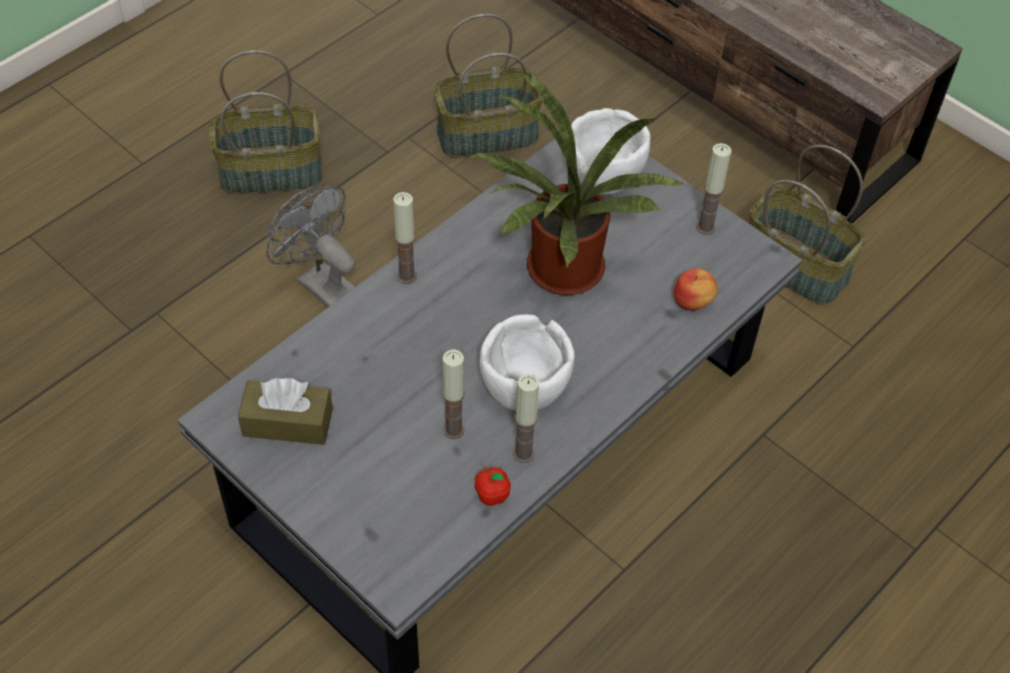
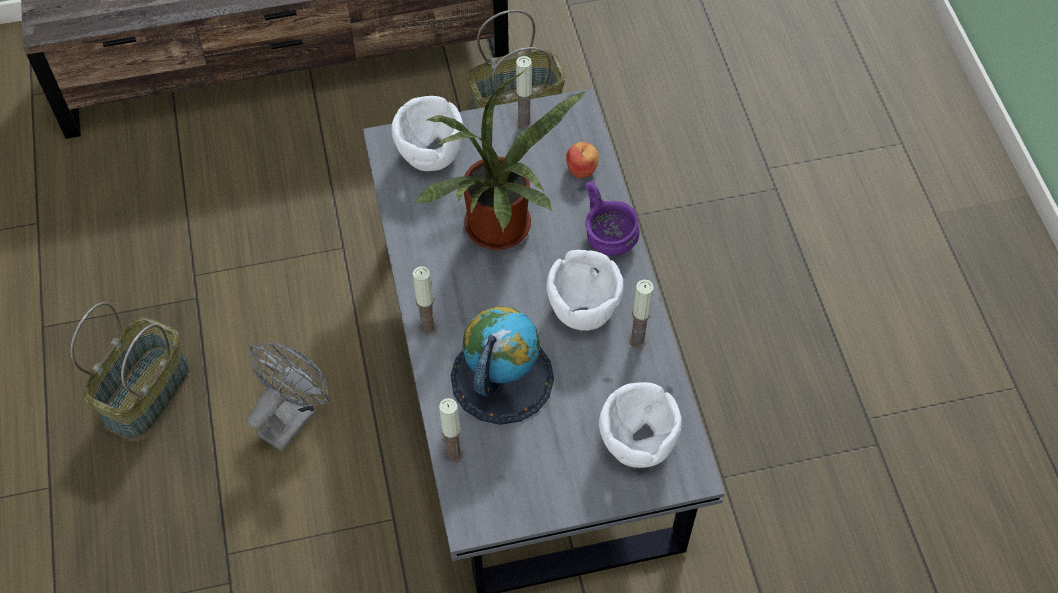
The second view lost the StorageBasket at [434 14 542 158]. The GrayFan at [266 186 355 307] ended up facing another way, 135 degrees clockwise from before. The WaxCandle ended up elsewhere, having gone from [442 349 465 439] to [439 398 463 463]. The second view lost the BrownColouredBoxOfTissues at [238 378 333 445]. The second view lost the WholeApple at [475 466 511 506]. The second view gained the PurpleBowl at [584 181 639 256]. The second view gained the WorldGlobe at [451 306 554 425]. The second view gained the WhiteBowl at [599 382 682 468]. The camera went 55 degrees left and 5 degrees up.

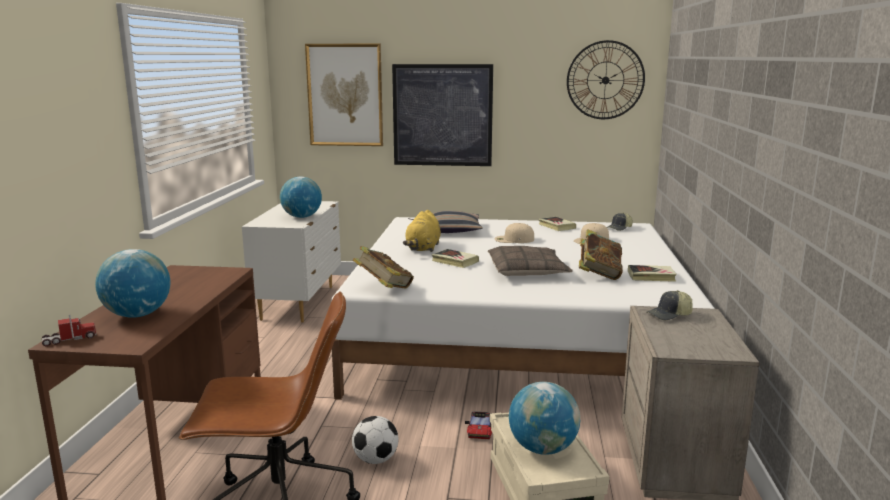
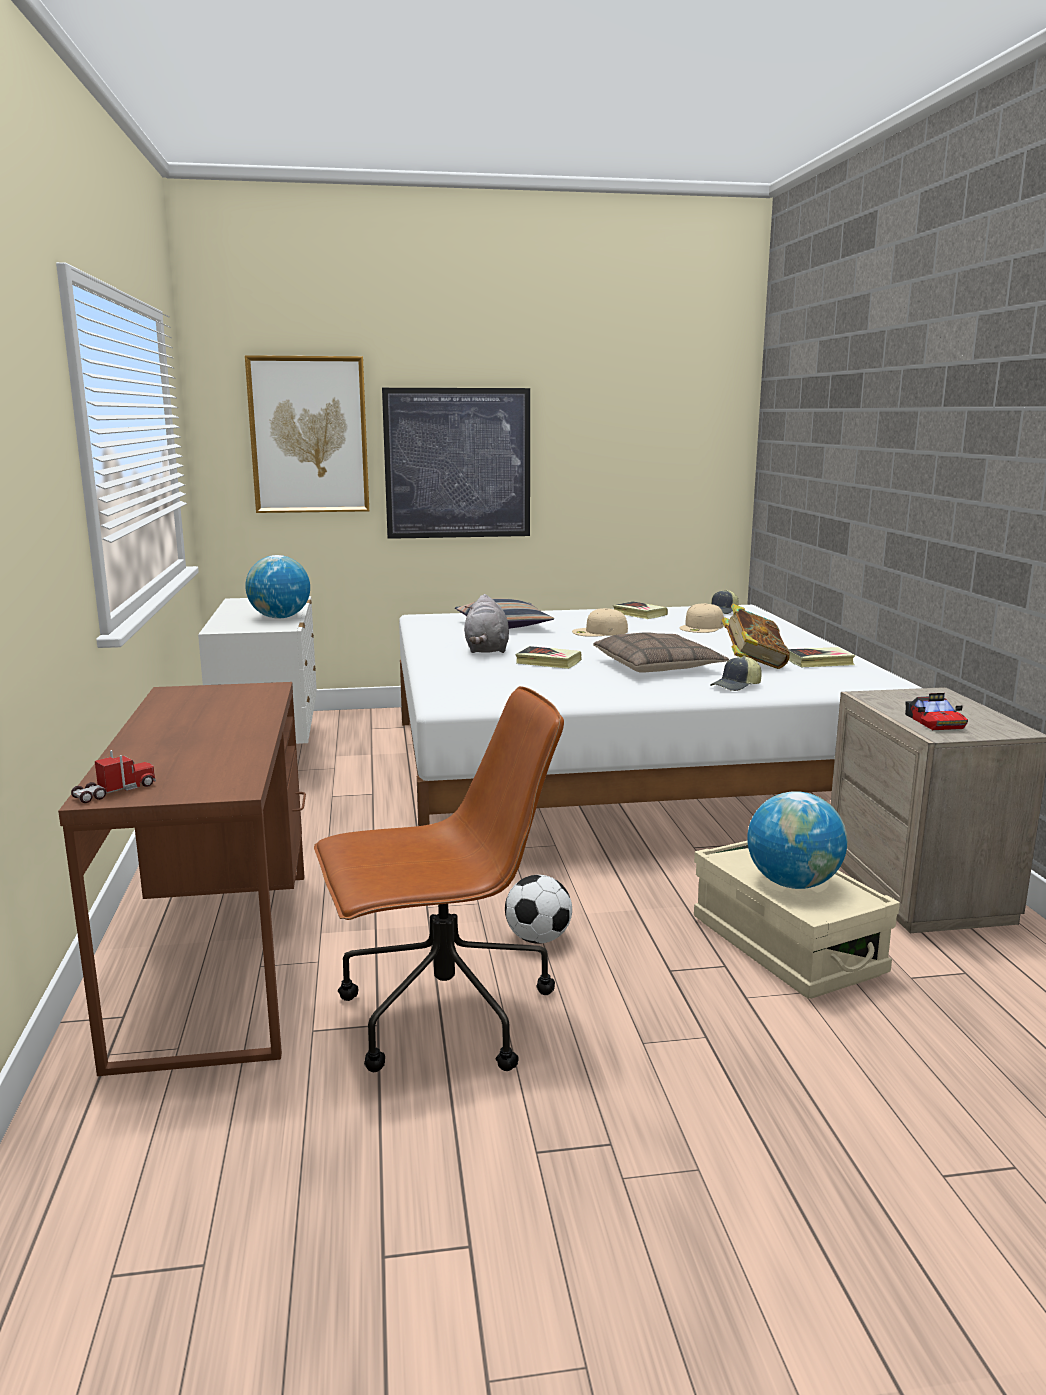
The second view lost the HangingClock at [567 40 645 119]. What was the YellowishPlushToy at [403 210 441 252] turned into the GrayPlushToy at [464 594 509 653]. The second view lost the Book at [353 246 414 289]. The second view lost the WorldGlobe at [95 249 171 318]. The PeakedCap ended up elsewhere, having gone from [646 290 693 320] to [710 656 762 691]. The MiniatureCar ended up elsewhere, having gone from [465 411 492 439] to [905 693 968 730]. The camera went 15 degrees left and 0 degrees up.

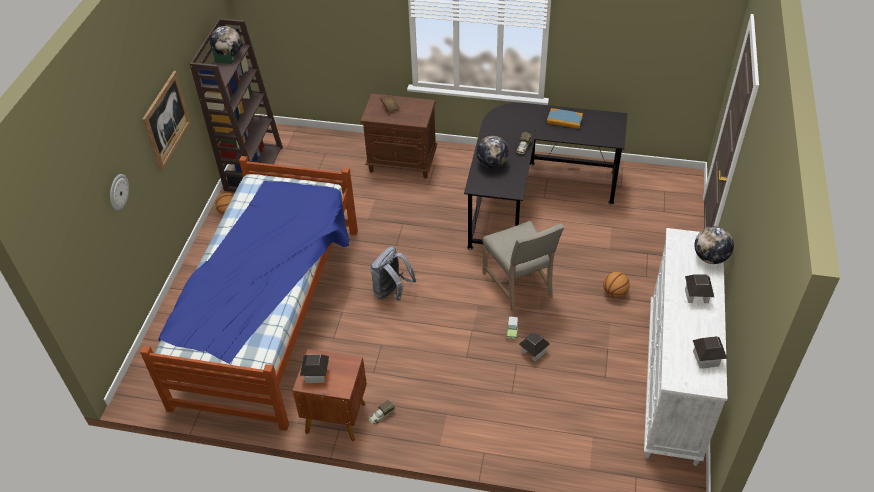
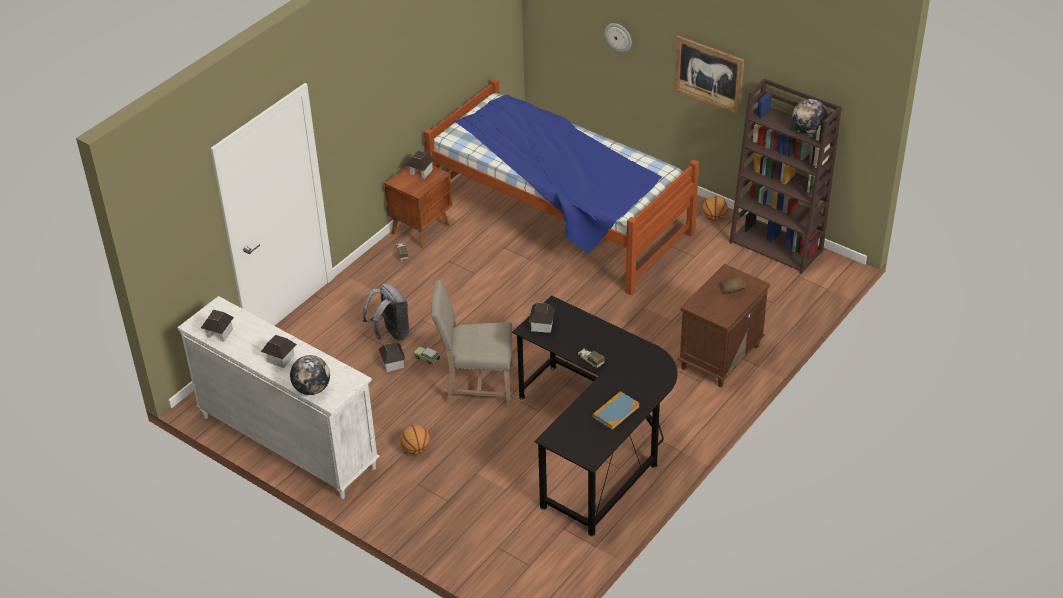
The second view lost the WorldGlobe at [476 136 509 168]. The GrayRucksack ended up elsewhere, having gone from [370 247 416 301] to [363 284 409 341]. The second view gained the MiniatureHouse at [528 302 555 333]. The camera went 115 degrees right and 5 degrees down.

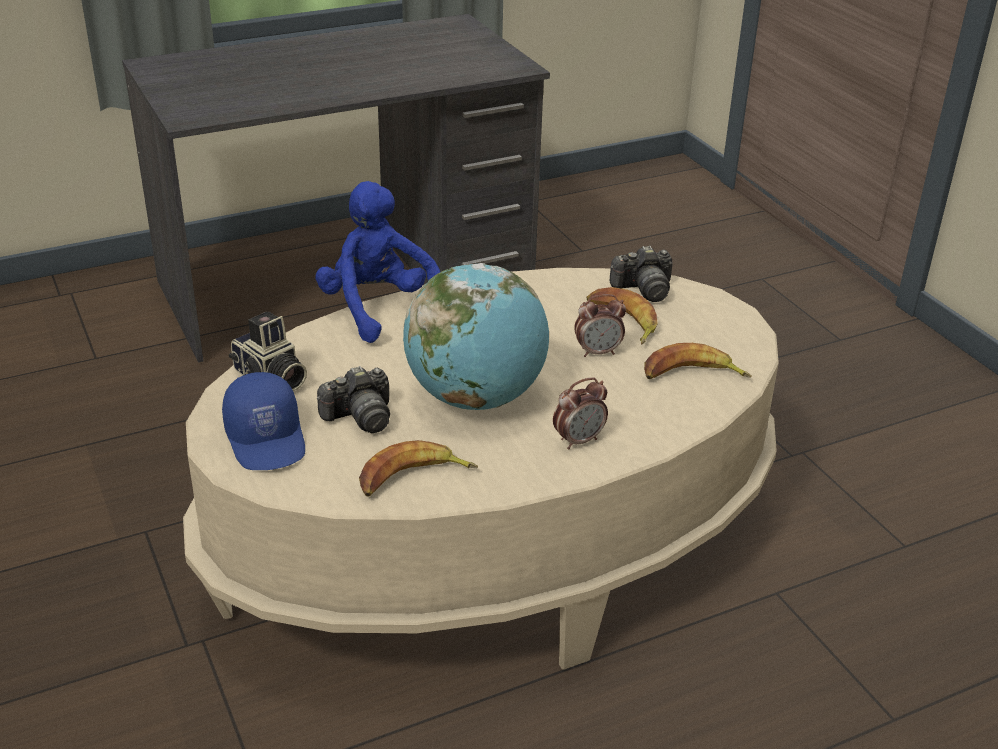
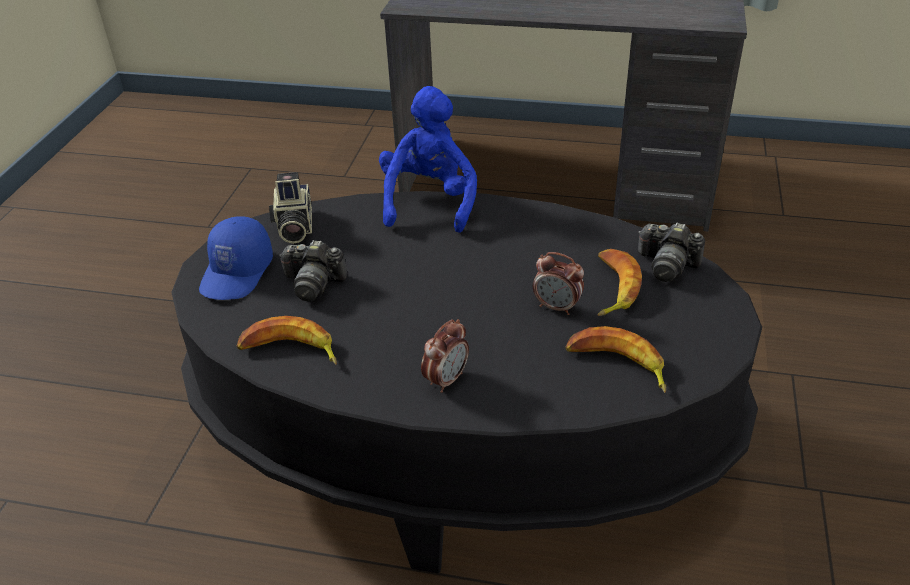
The second view lost the WorldGlobe at [403 263 549 410]. What was the BeigeColouredCoffeeTable at [183 268 779 670] turned into the BlackColouredCoffeeTable at [171 191 762 573]. The AlarmClock at [553 377 608 450] ended up facing another way, 60 degrees counterclockwise from before. The camera went 40 degrees right and 5 degrees up.

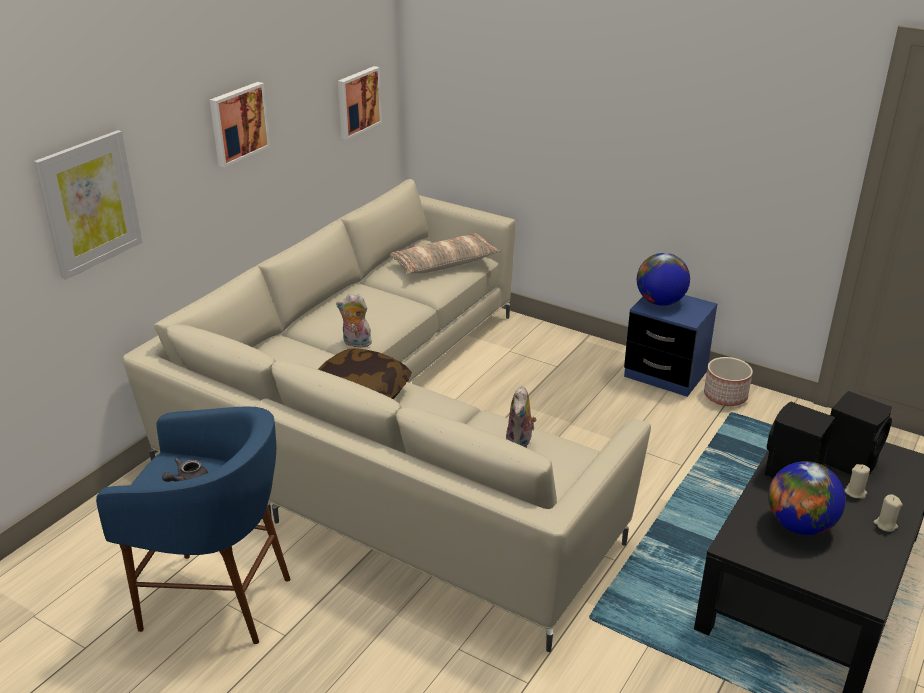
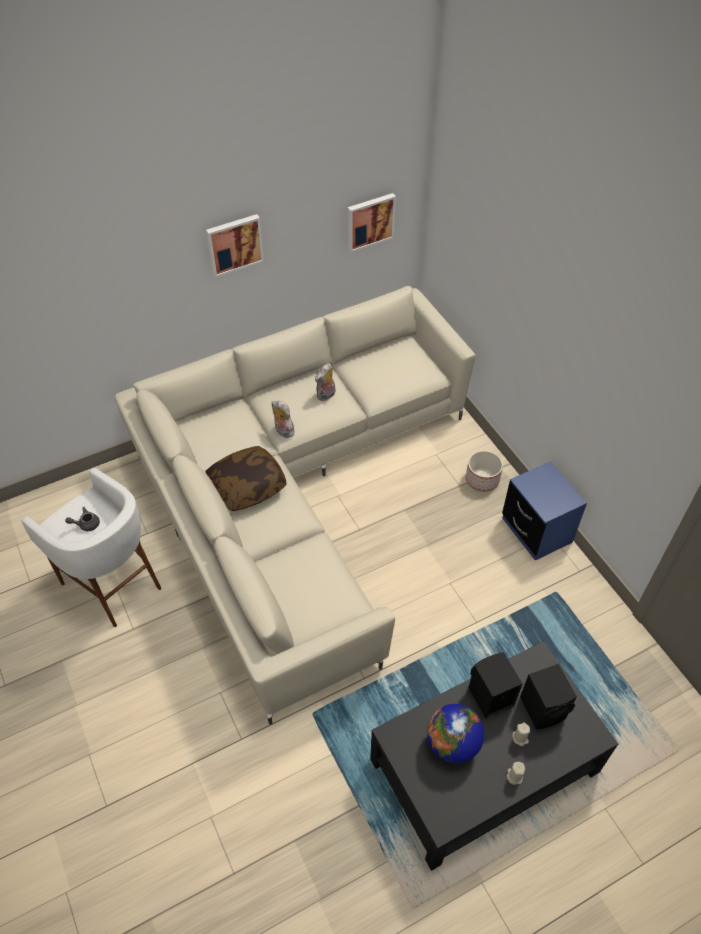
The second view lost the Picture at [34 130 142 280]. The second view lost the ThrowPillow at [390 233 500 274]. The second view lost the WorldGlobe at [637 253 690 306]. The Planter ended up elsewhere, having gone from [704 357 753 406] to [466 450 503 492]. The PlushToy ended up elsewhere, having gone from [506 386 537 448] to [315 363 336 401]. What was the BlueStoolSeat at [96 407 291 644] turned into the WhiteStoolSeat at [21 468 161 627]. The camera went 30 degrees right and 20 degrees up.

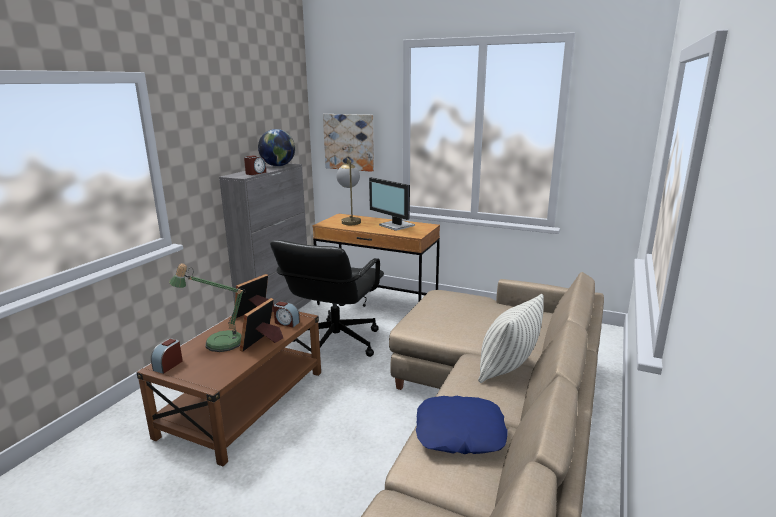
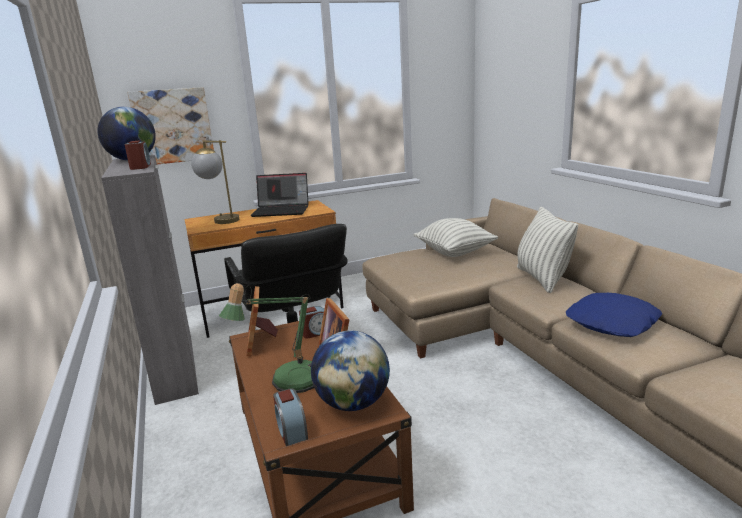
Where the ComputerDisplay stood at [369 177 415 231], the Laptop came to stand at [250 173 309 217]. The second view gained the ThrowPillow at [414 218 498 257]. The second view gained the WorldGlobe at [311 330 390 411]. The camera went 45 degrees left and 0 degrees up.

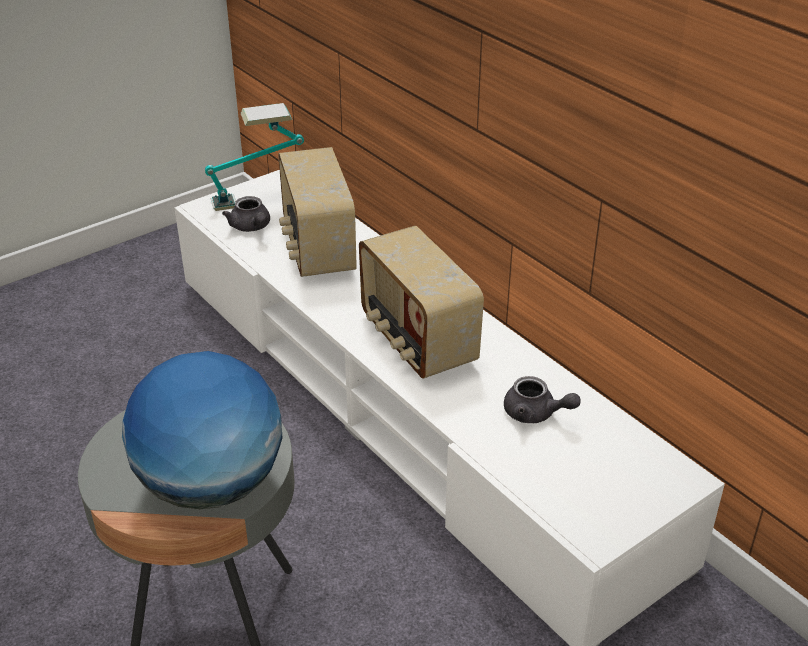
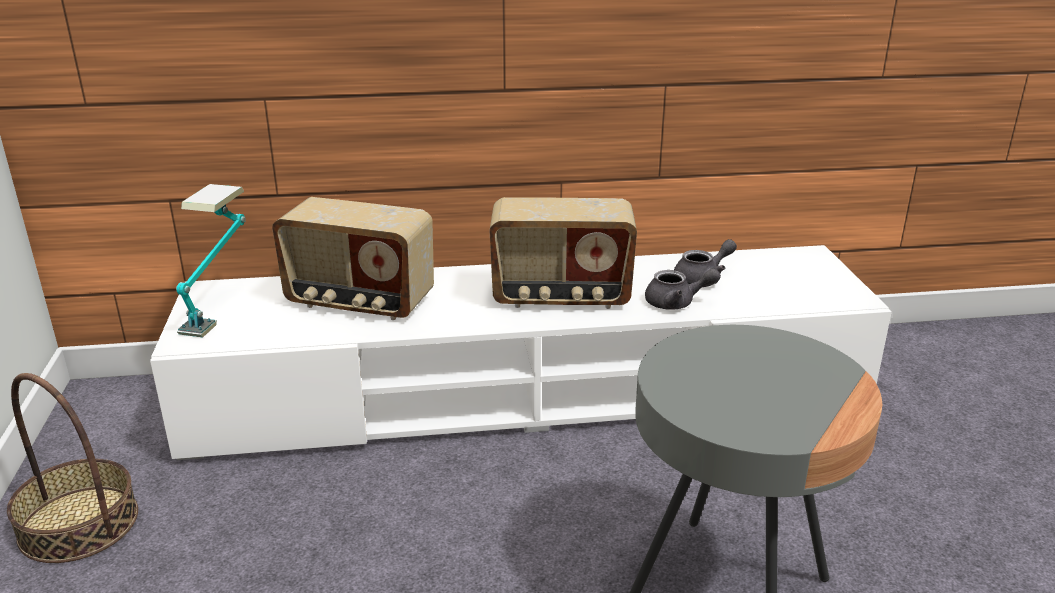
The GrayTeapot ended up elsewhere, having gone from [222 196 270 232] to [645 268 721 310]. The second view lost the WorldGlobe at [122 351 282 509]. The second view gained the StorageBasket at [7 373 138 563]. The camera went 60 degrees left and 10 degrees down.

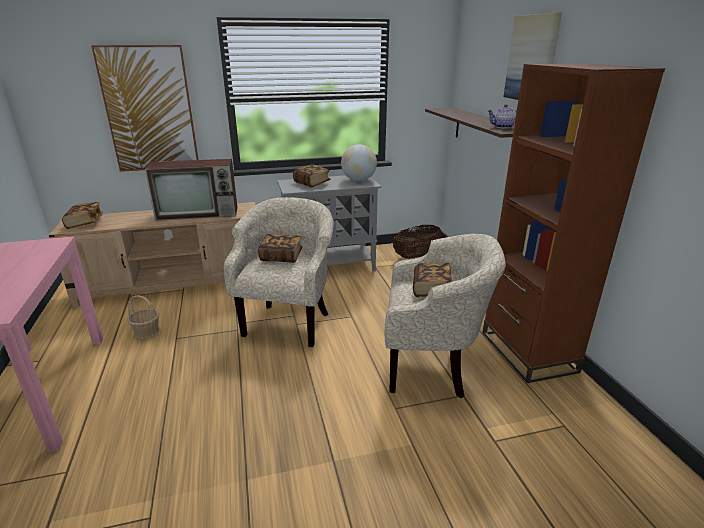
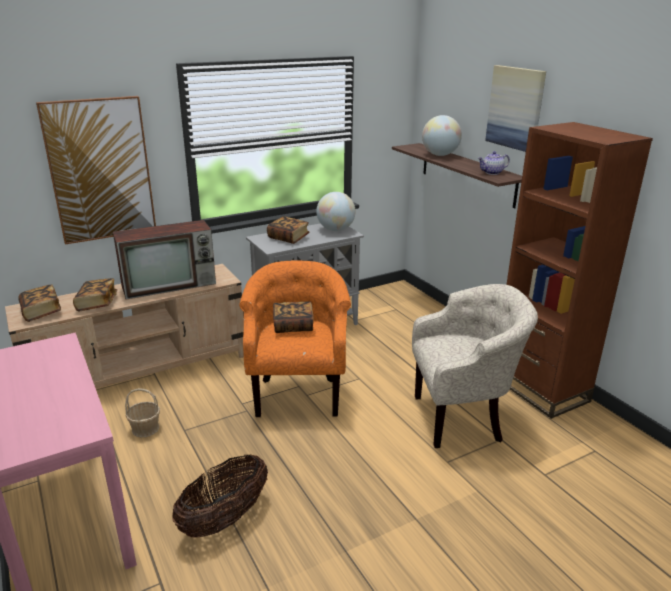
What was the BeigeColouredArmchair at [224 197 334 347] turned into the OrangeArmchair at [239 260 351 417]. The StorageBasket ended up elsewhere, having gone from [393 225 442 259] to [172 454 268 538]. The Book ended up elsewhere, having gone from [413 263 452 297] to [73 278 117 311]. The second view gained the WorldGlobe at [422 115 462 156]. The camera went 15 degrees left and 0 degrees up.

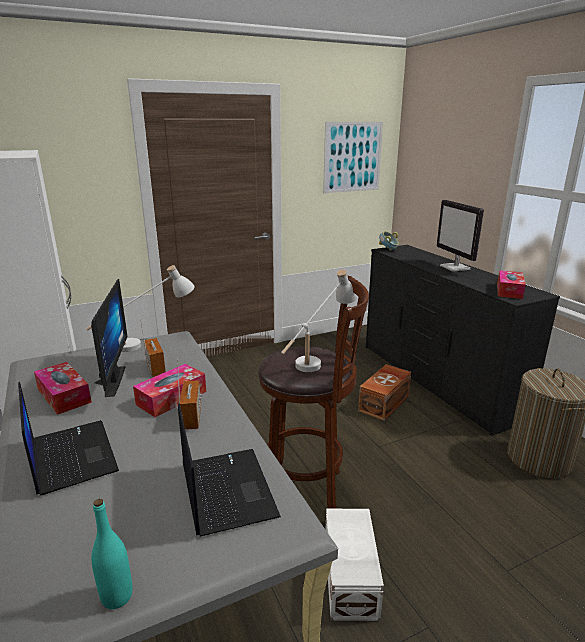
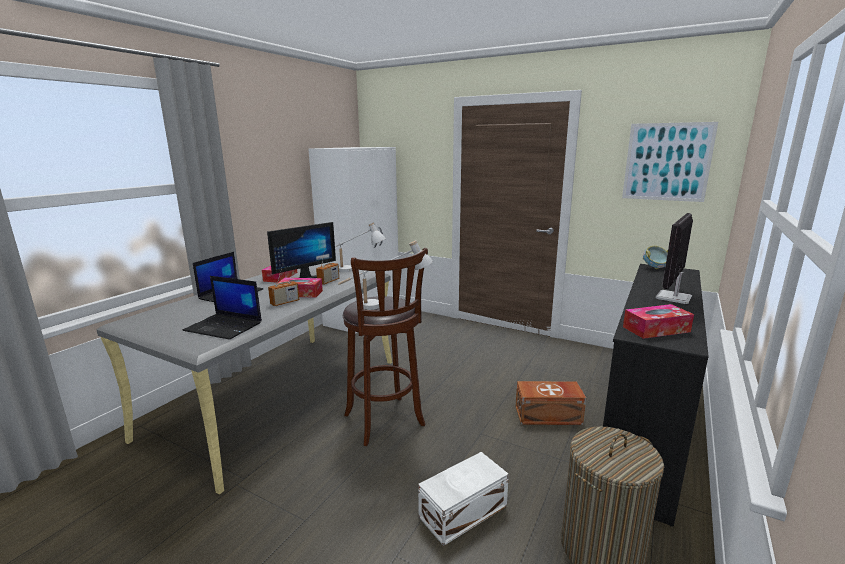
The Laptop at [178 403 281 537] ended up facing another way, 75 degrees clockwise from before. The second view lost the BlueGreenDrinkBottle at [91 499 132 609]. The WhiteStorageBox ended up elsewhere, having gone from [326 509 384 621] to [418 452 509 546]. The camera went 55 degrees right and 5 degrees down.

